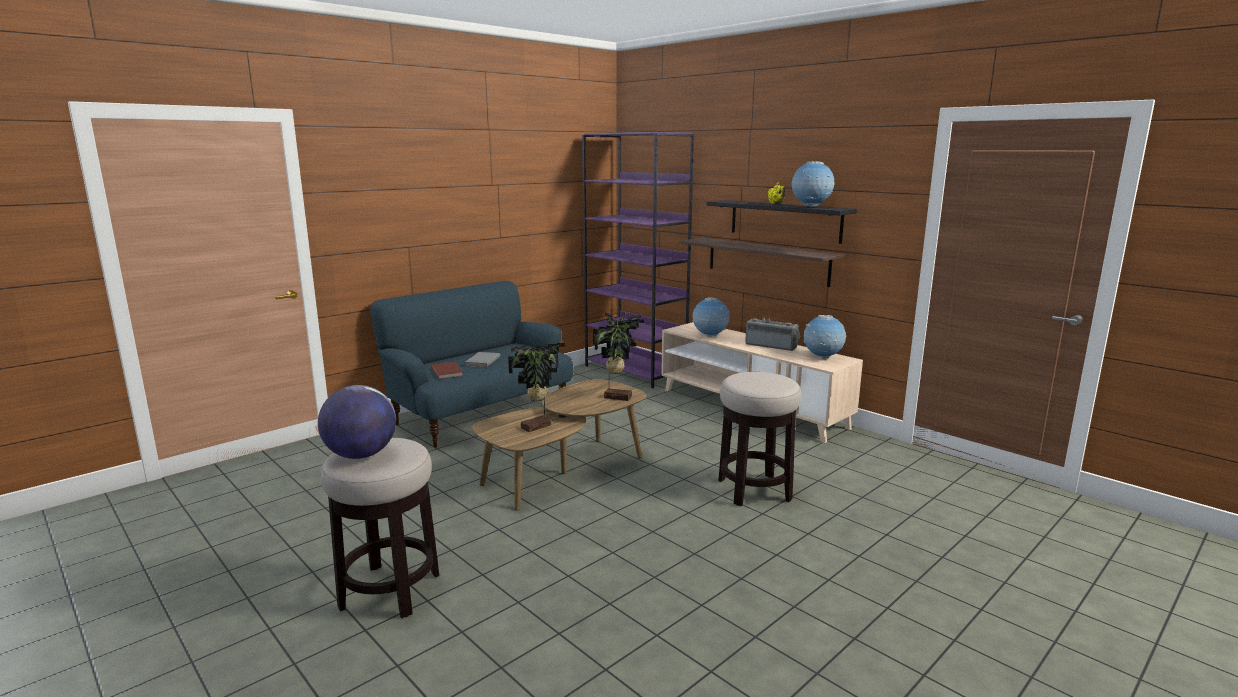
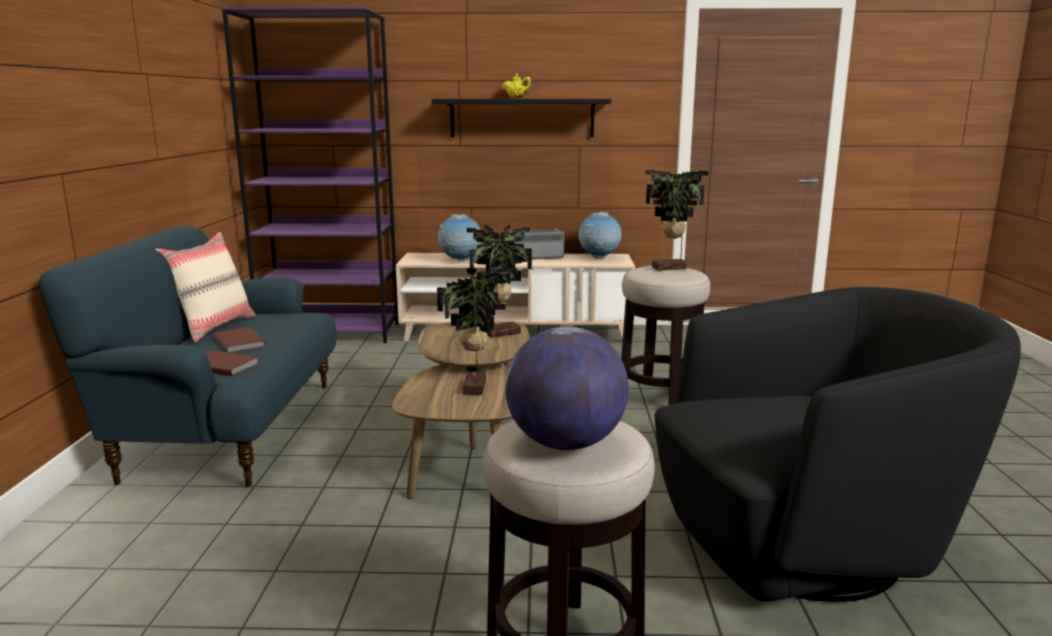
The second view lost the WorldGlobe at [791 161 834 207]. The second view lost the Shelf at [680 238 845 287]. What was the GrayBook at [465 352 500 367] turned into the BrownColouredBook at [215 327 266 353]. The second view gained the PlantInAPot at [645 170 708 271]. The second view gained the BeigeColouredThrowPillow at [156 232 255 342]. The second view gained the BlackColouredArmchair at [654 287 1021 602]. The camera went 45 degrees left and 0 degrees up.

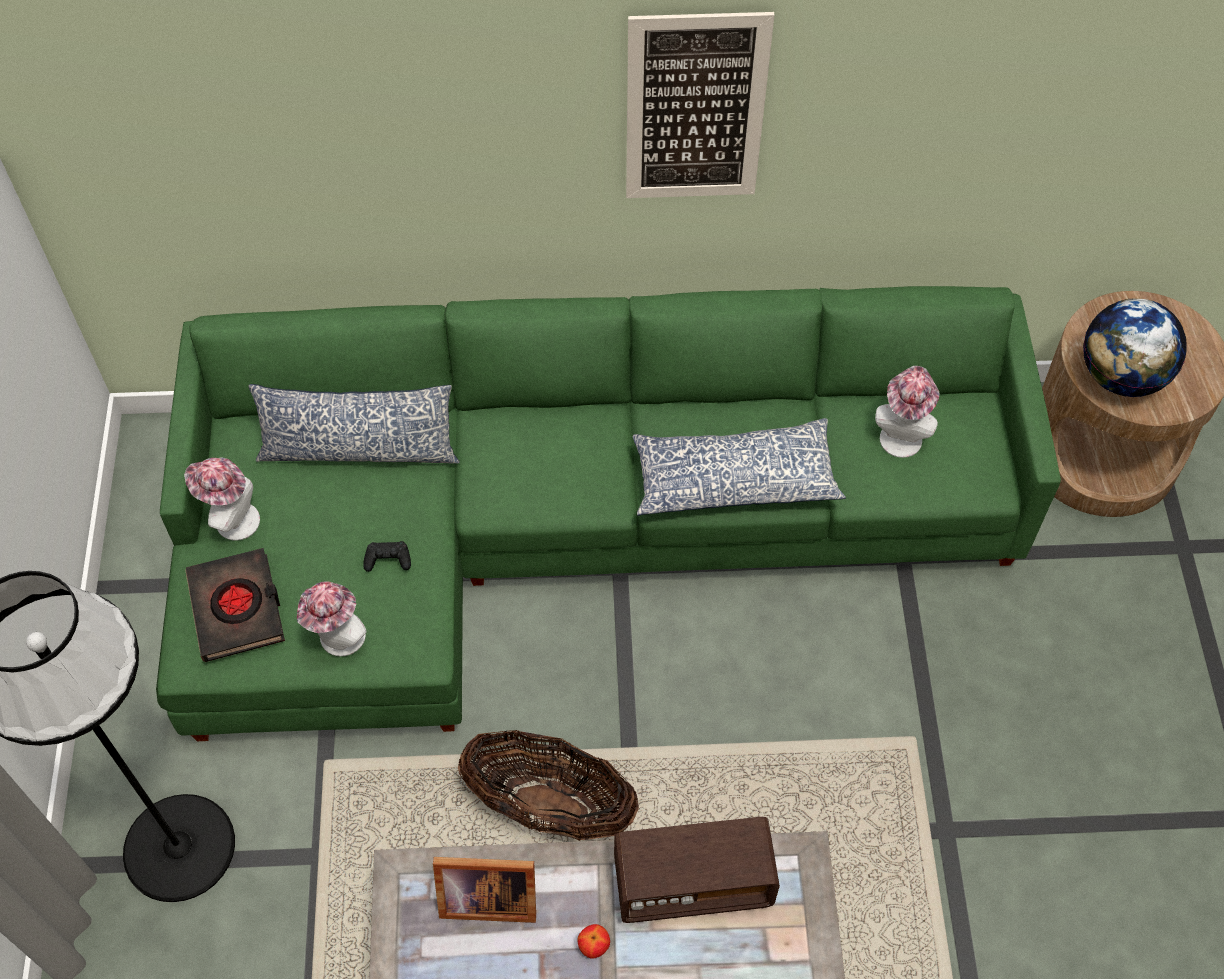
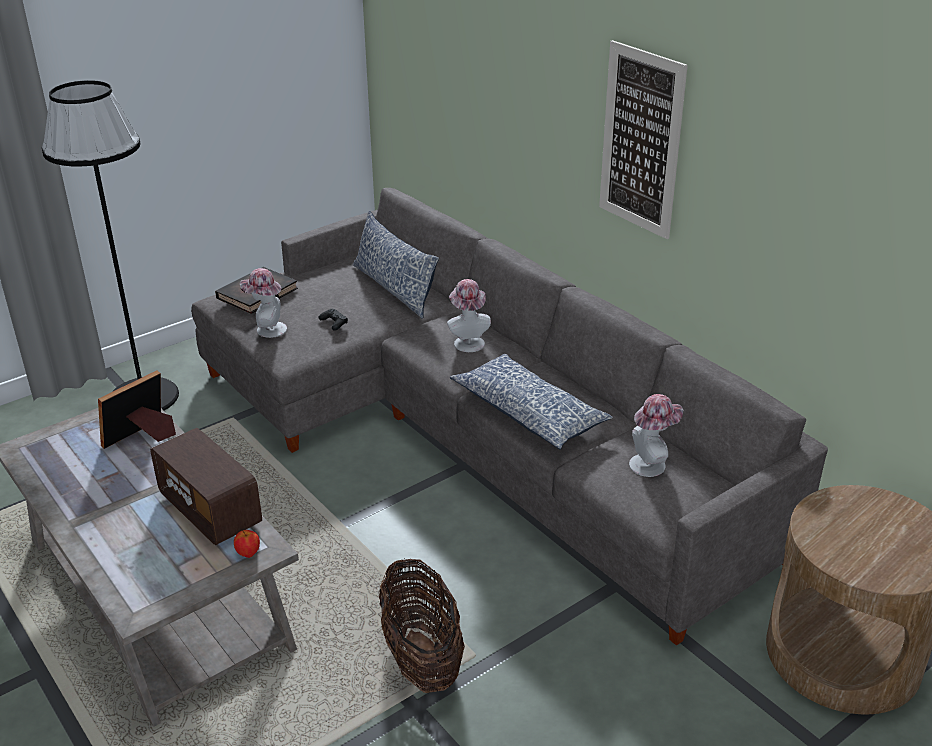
What was the GreenishSettee at [156 286 1061 741] turned into the GraySettee at [191 188 828 645]. The second view lost the WorldGlobe at [1083 298 1187 397]. The Hat ended up elsewhere, having gone from [184 457 260 540] to [447 279 491 352]. The StorageBasket ended up elsewhere, having gone from [458 730 639 841] to [379 558 465 693]. The PictureFrame at [433 857 536 923] ended up facing another way, 75 degrees clockwise from before. The WholeApple ended up elsewhere, having gone from [577 924 610 959] to [234 530 260 558]. The camera went 55 degrees right and 25 degrees down.

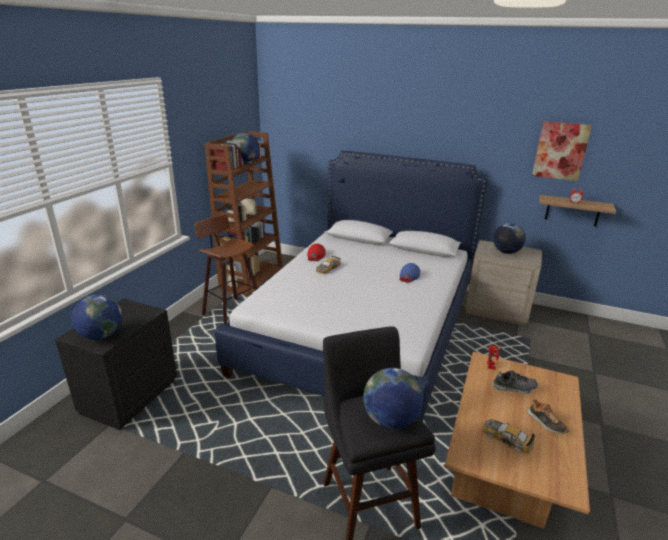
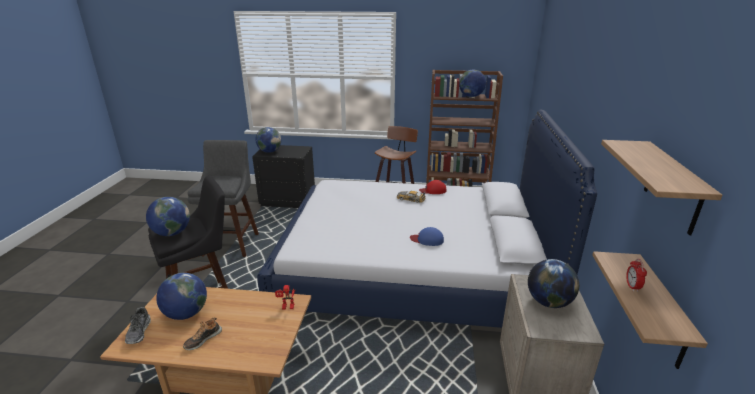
Where the Picture hung at [532 121 592 181], the Shelf came to hang at [601 140 723 235]. The Shoe ended up elsewhere, having gone from [492 371 538 394] to [125 307 151 344]. Where the MiniatureCar stood at [482 419 535 454], the WorldGlobe came to stand at [156 273 207 320]. The second view gained the GrayStoolSeat at [187 140 259 257]. The camera went 75 degrees right and 0 degrees up.

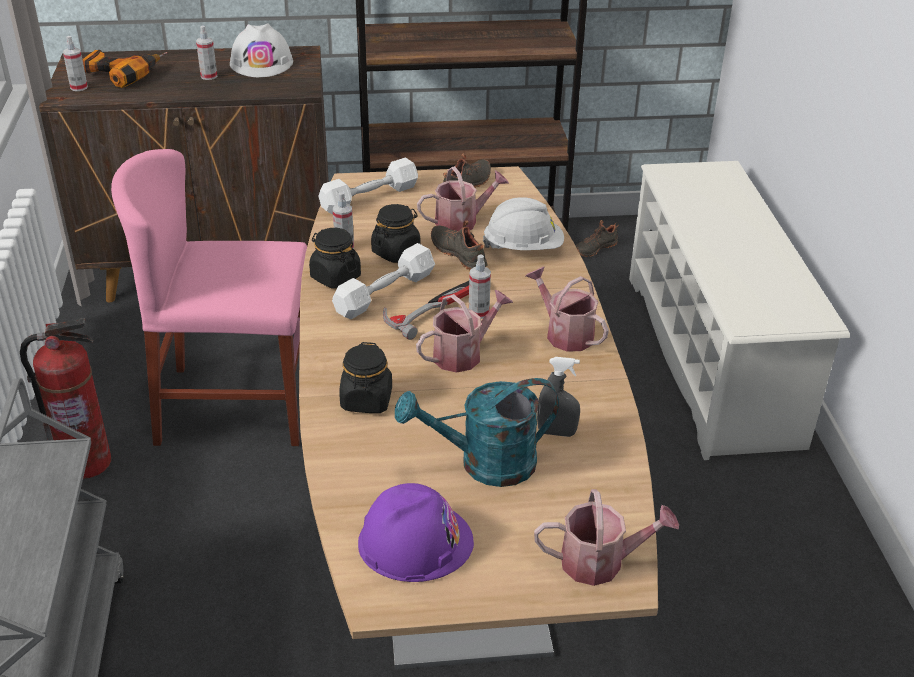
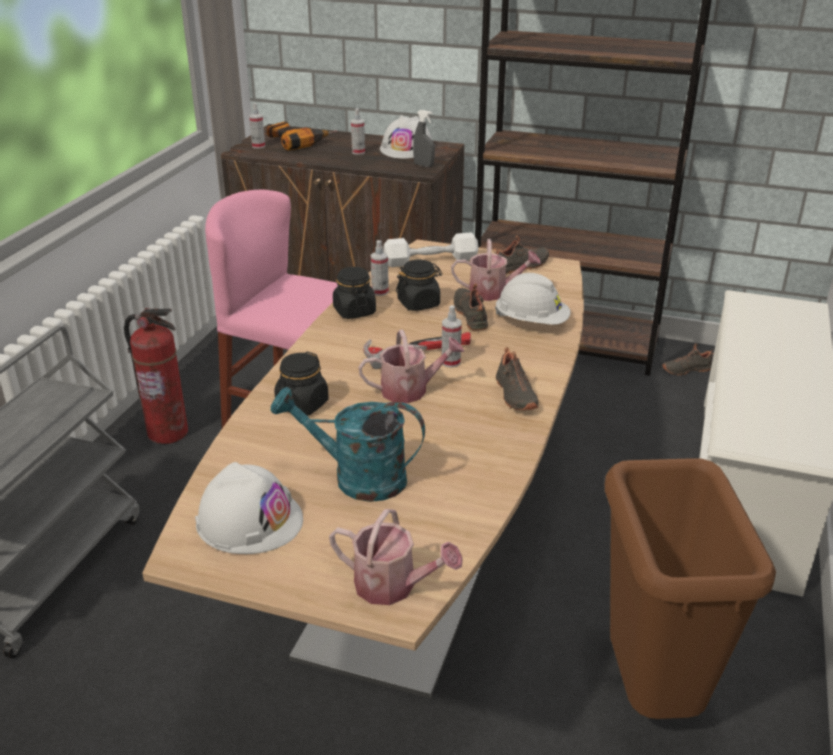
The second view lost the WhiteDumbbell at [332 243 435 319]. Where the WateringCan stood at [526 267 609 352], the BlackColouredShoe came to stand at [496 347 539 410]. The GraySprayer ended up elsewhere, having gone from [537 357 580 437] to [413 110 435 167]. What was the PurpleWorkHelmet at [358 483 474 582] turned into the WhiteWorkHelmet at [195 462 303 554]. The second view gained the BrownColouredRubbishBin at [605 458 776 719]. The camera went 25 degrees right and 5 degrees down.

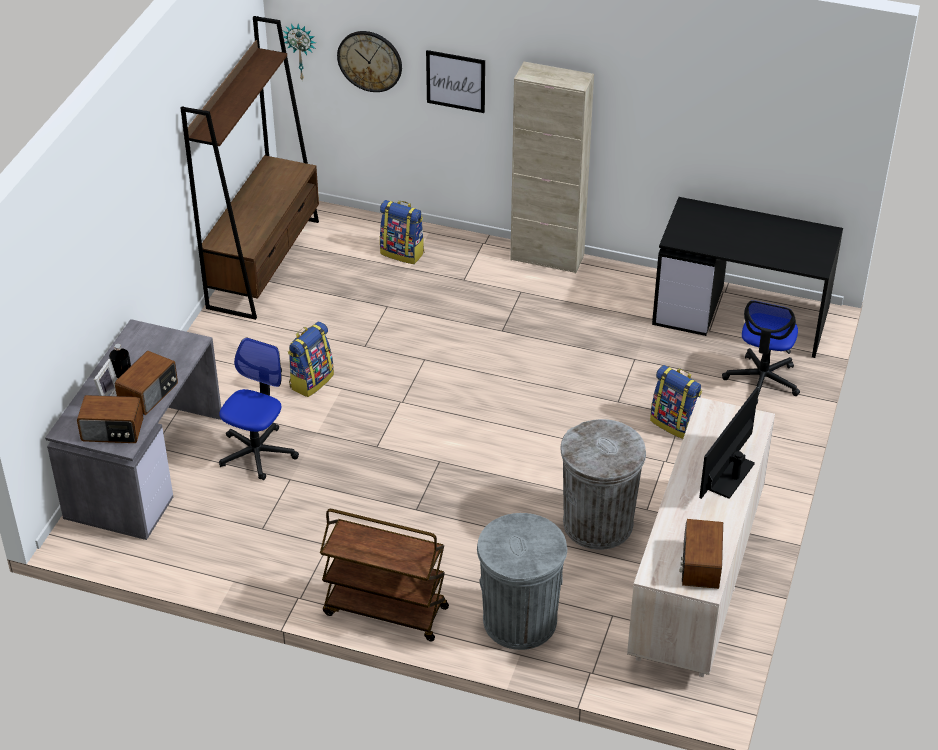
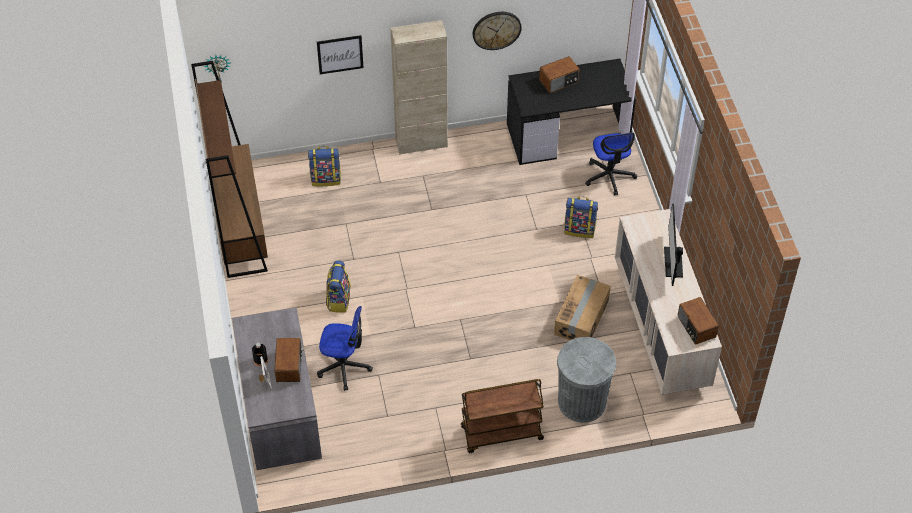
The HangingClock ended up elsewhere, having gone from [337 31 402 92] to [473 12 522 50]. The OfficeChair at [219 338 299 480] ended up facing another way, 105 degrees clockwise from before. The RadioSet ended up elsewhere, having gone from [77 395 143 443] to [539 56 580 93]. Where the GrayRubbishBin stood at [561 419 646 550], the Carton came to stand at [554 275 611 340]. The camera went 30 degrees left and 10 degrees up.

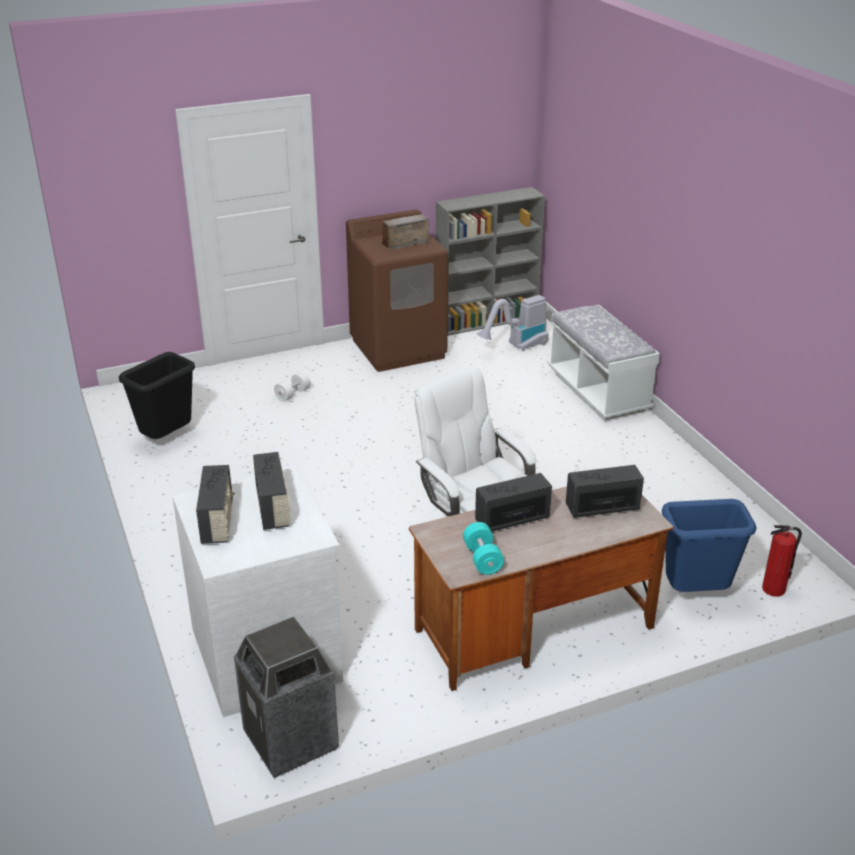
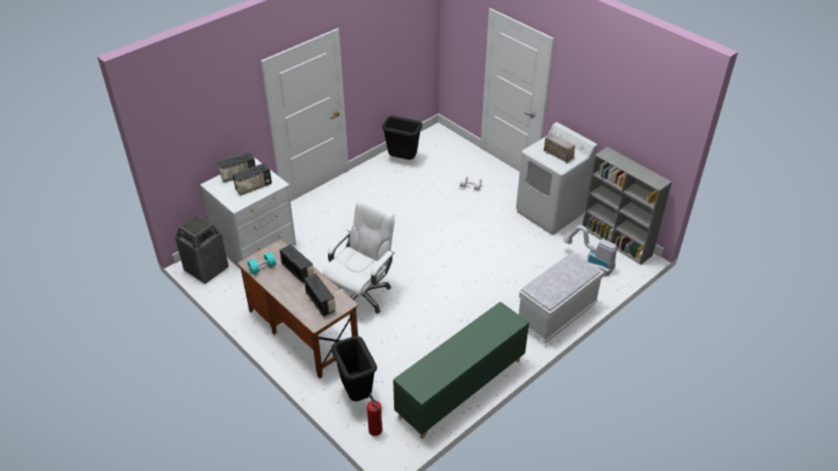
What was the BrownColouredLaundryMachine at [346 210 448 372] turned into the WhiteLaundryMachine at [516 122 597 235]. What was the BlueRubbishBin at [662 499 756 592] turned into the BlackColouredRubbishBin at [331 336 377 401]. The second view gained the GreenishCabinet at [393 301 529 439]. The camera went 70 degrees right and 10 degrees up.

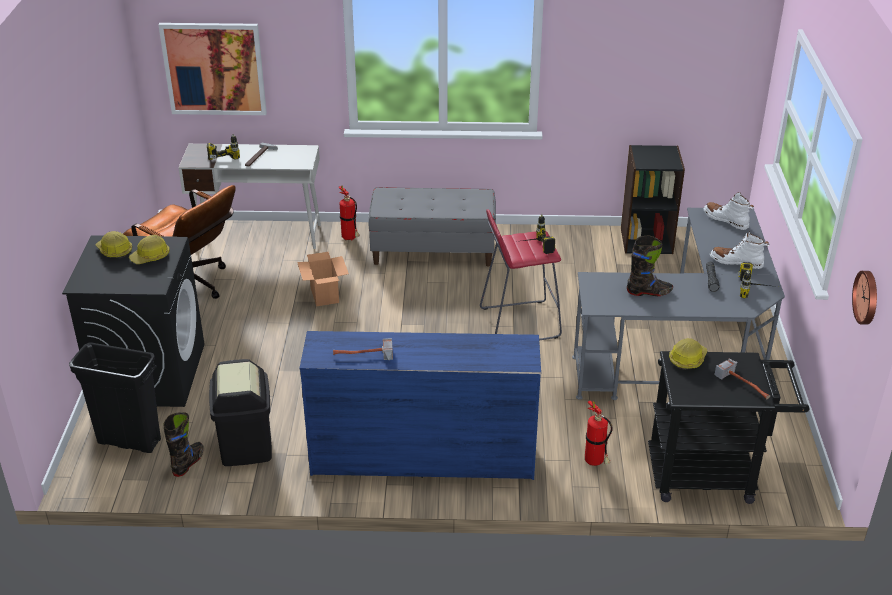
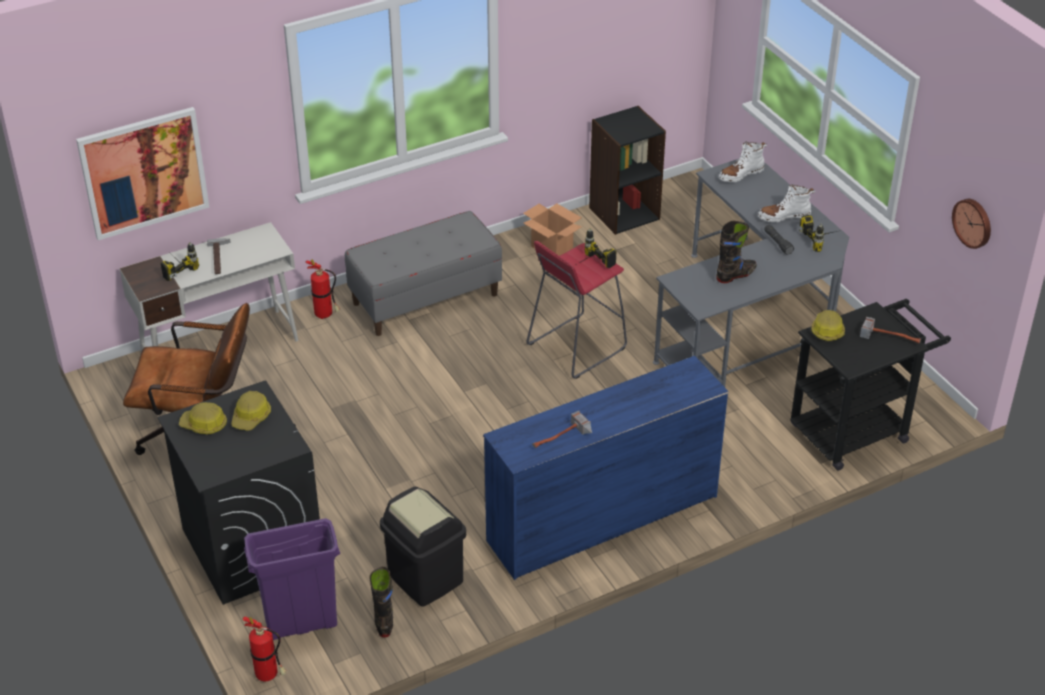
The WhiteTallBoot at [703 192 754 230] ended up facing another way, 45 degrees counterclockwise from before. The Carton ended up elsewhere, having gone from [297 252 349 306] to [523 203 582 256]. What was the BlackColouredRubbishBin at [69 342 161 453] turned into the PurpleRubbishBin at [244 518 340 640]. The FireFightingCylinder ended up elsewhere, having gone from [585 401 613 466] to [243 617 287 681]. The camera went 30 degrees left and 5 degrees up.

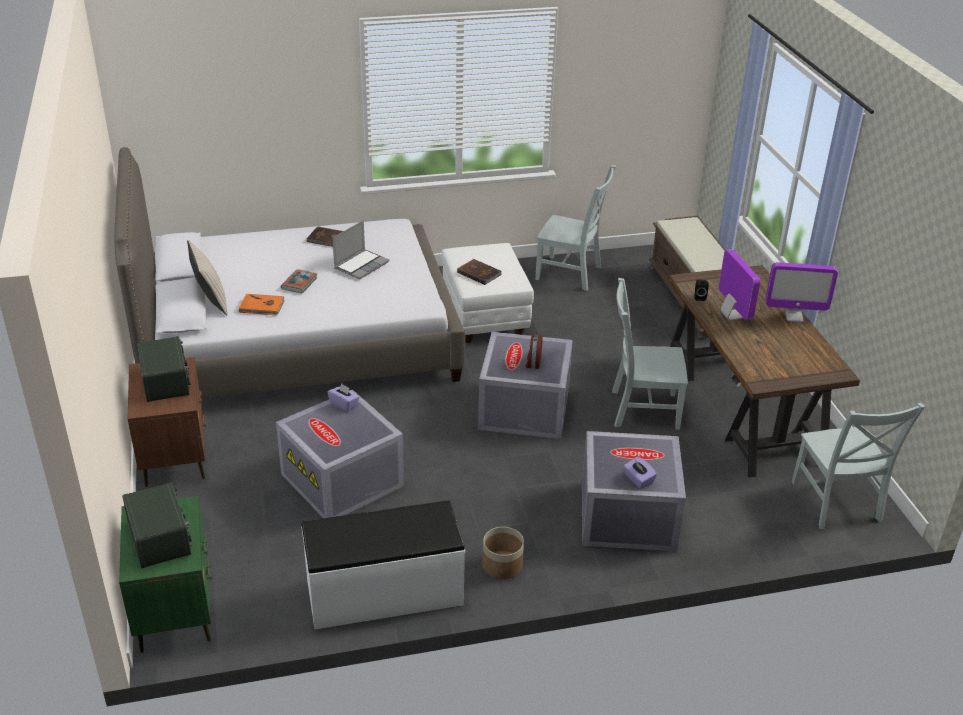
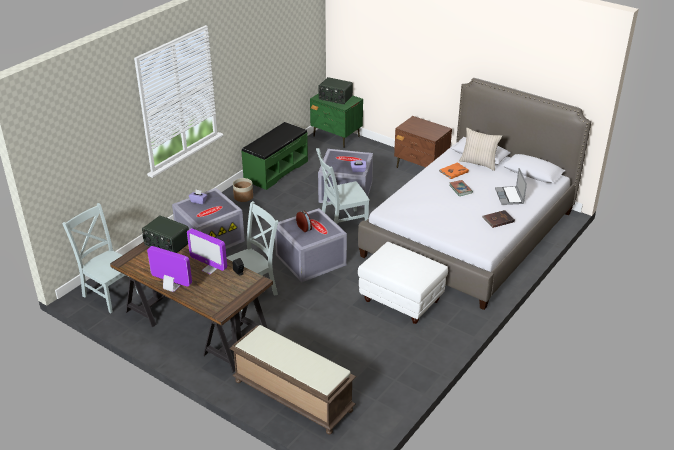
The GrayUprightChair ended up elsewhere, having gone from [535 165 616 291] to [316 148 370 224]. The Laptop ended up elsewhere, having gone from [332 220 389 279] to [495 168 527 205]. The second view lost the BrownColouredBook at [457 259 502 285]. The ComputerDisplay at [765 262 838 322] ended up facing another way, 60 degrees clockwise from before. The RadioSet ended up elsewhere, having gone from [137 336 191 402] to [142 215 189 253]. What was the WhiteLongSeat at [301 501 465 629] turned into the GreenishLongSeat at [241 122 308 190]. The camera went 140 degrees right and 0 degrees up.

